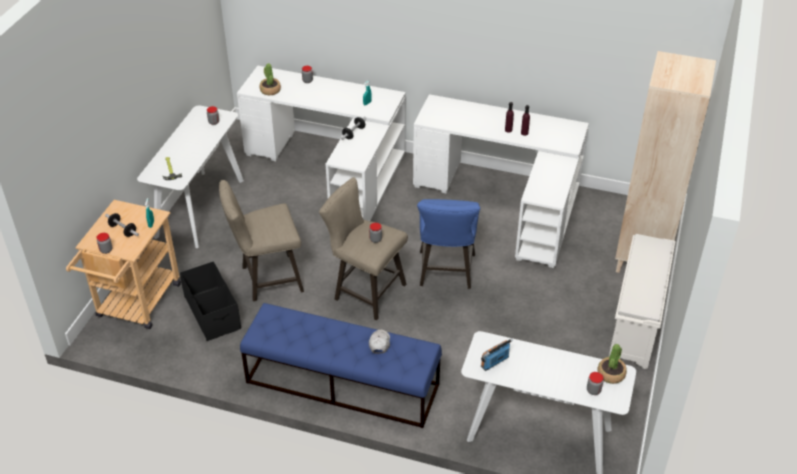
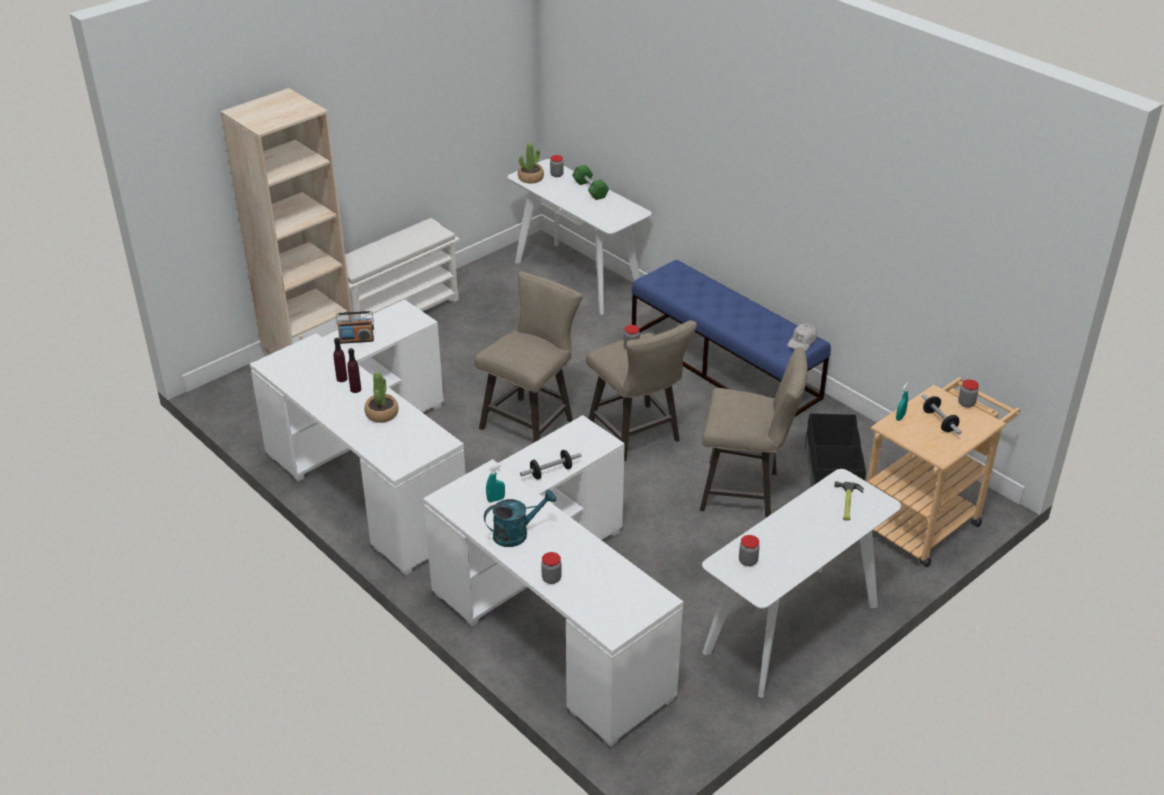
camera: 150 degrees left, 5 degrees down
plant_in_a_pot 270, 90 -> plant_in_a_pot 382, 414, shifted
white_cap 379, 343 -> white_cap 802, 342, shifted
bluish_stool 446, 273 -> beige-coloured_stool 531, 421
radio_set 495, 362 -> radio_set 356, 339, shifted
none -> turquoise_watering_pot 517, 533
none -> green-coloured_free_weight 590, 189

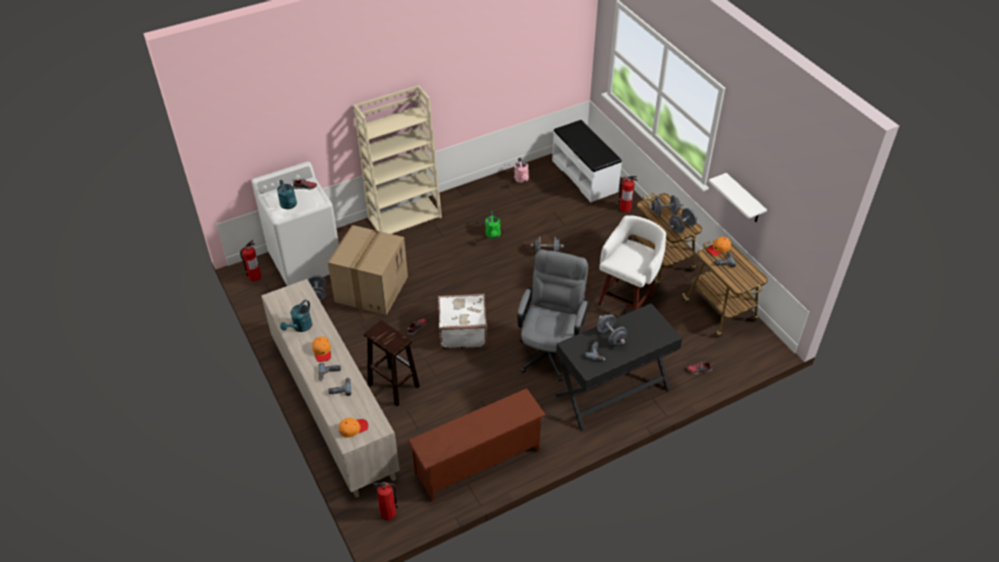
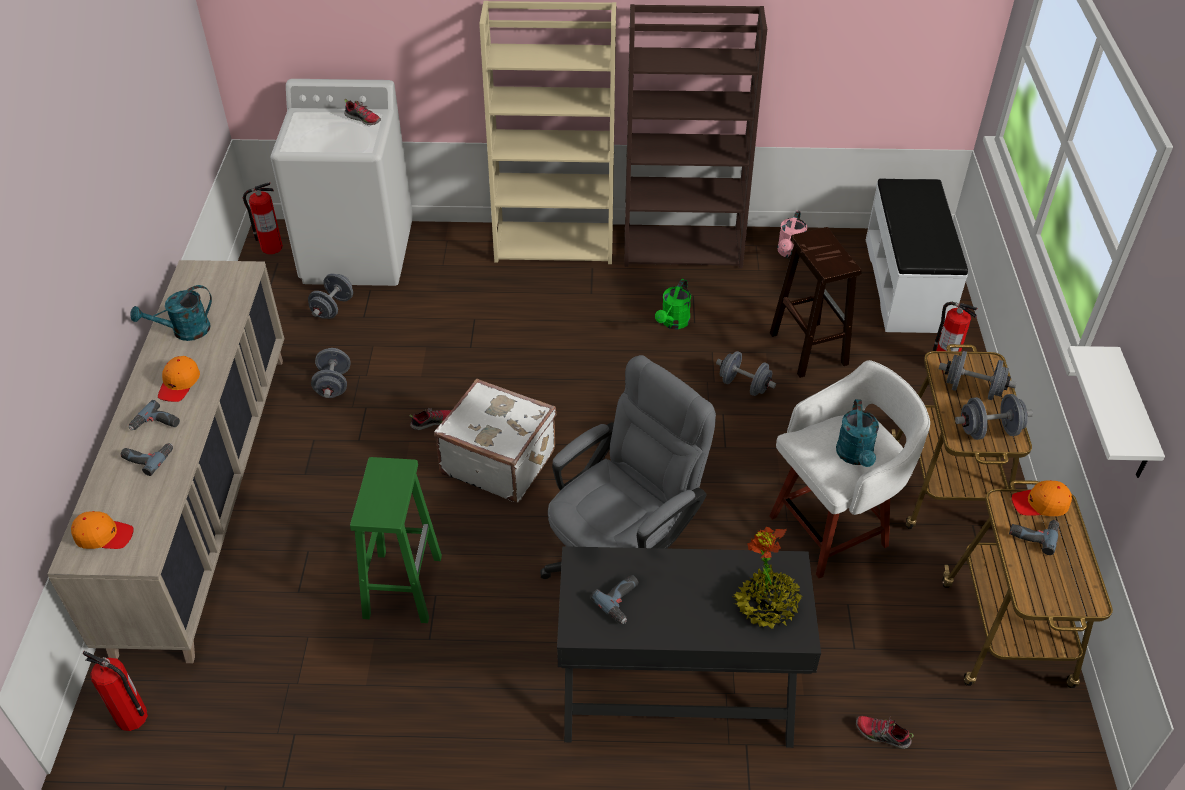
camera: 30 degrees right, 0 degrees up
turquoise_watering_pot 289, 205 -> turquoise_watering_pot 855, 456, shifted
carton 371, 288 -> none
brown_stool 393, 385 -> brown_stool 807, 348, shifted
brown_shoe_shelf 478, 463 -> none
greyish_free_weight 610, 336 -> greyish_free_weight 333, 384, shifted
none -> green-coloured_stool 403, 585
none -> brown_shelving_unit 683, 247
none -> plant_in_a_pot 766, 605

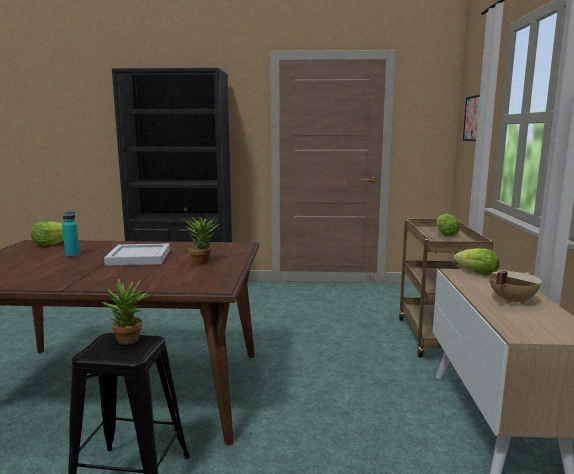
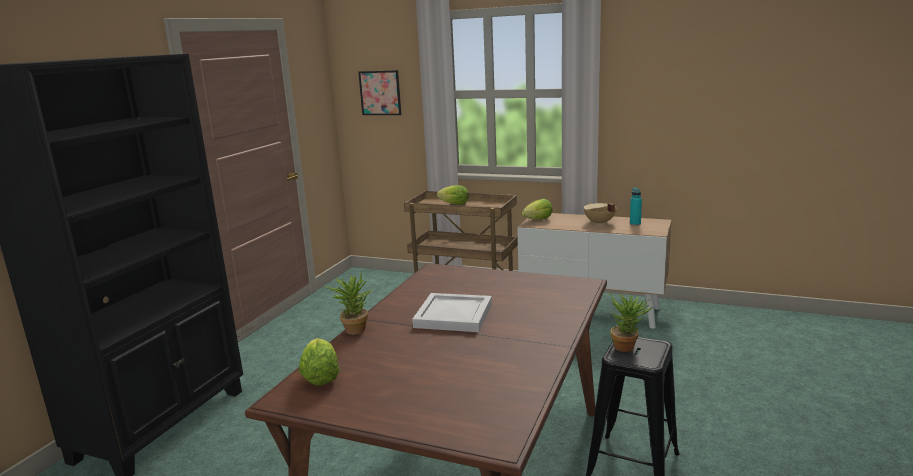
camera: 70 degrees left, 5 degrees up
turquoise_drink_bottle 72, 255 -> turquoise_drink_bottle 635, 224, shifted
plant_in_a_pot 202, 261 -> plant_in_a_pot 353, 329, shifted

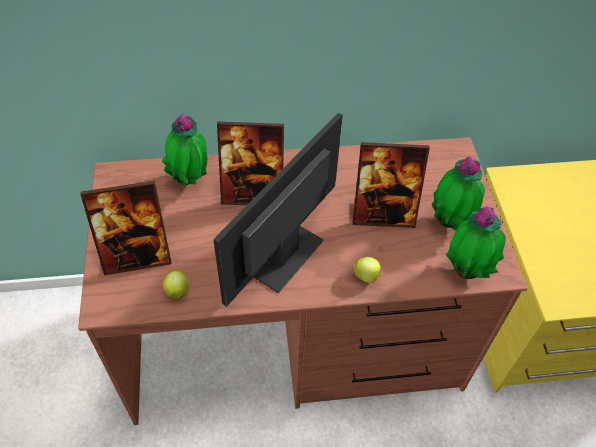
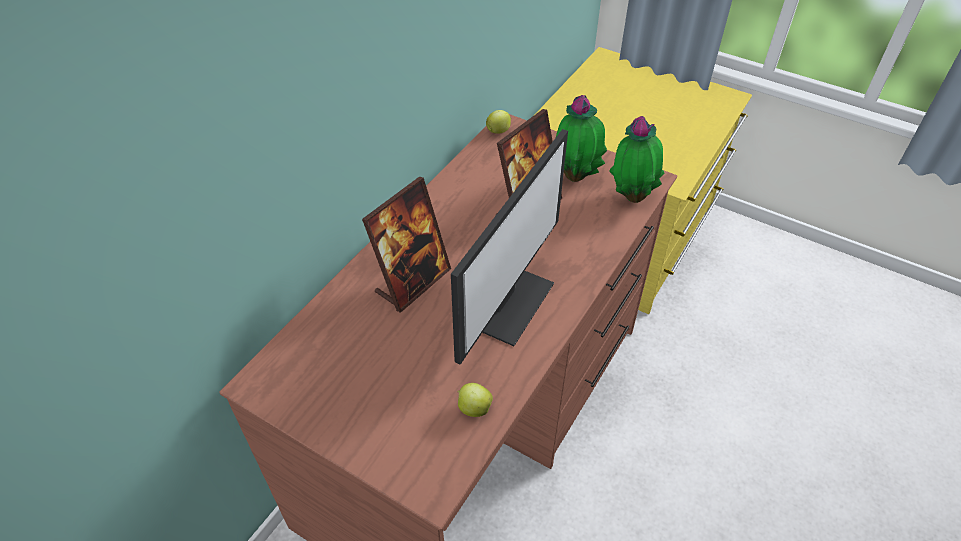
camera: 50 degrees left, 5 degrees down
picture_frame 137, 257 -> none
plant_in_a_pot 190, 180 -> none
monitor 283, 256 -> monitor 508, 302, 135 degrees counterclockwise
apple 367, 276 -> apple 499, 131, shifted

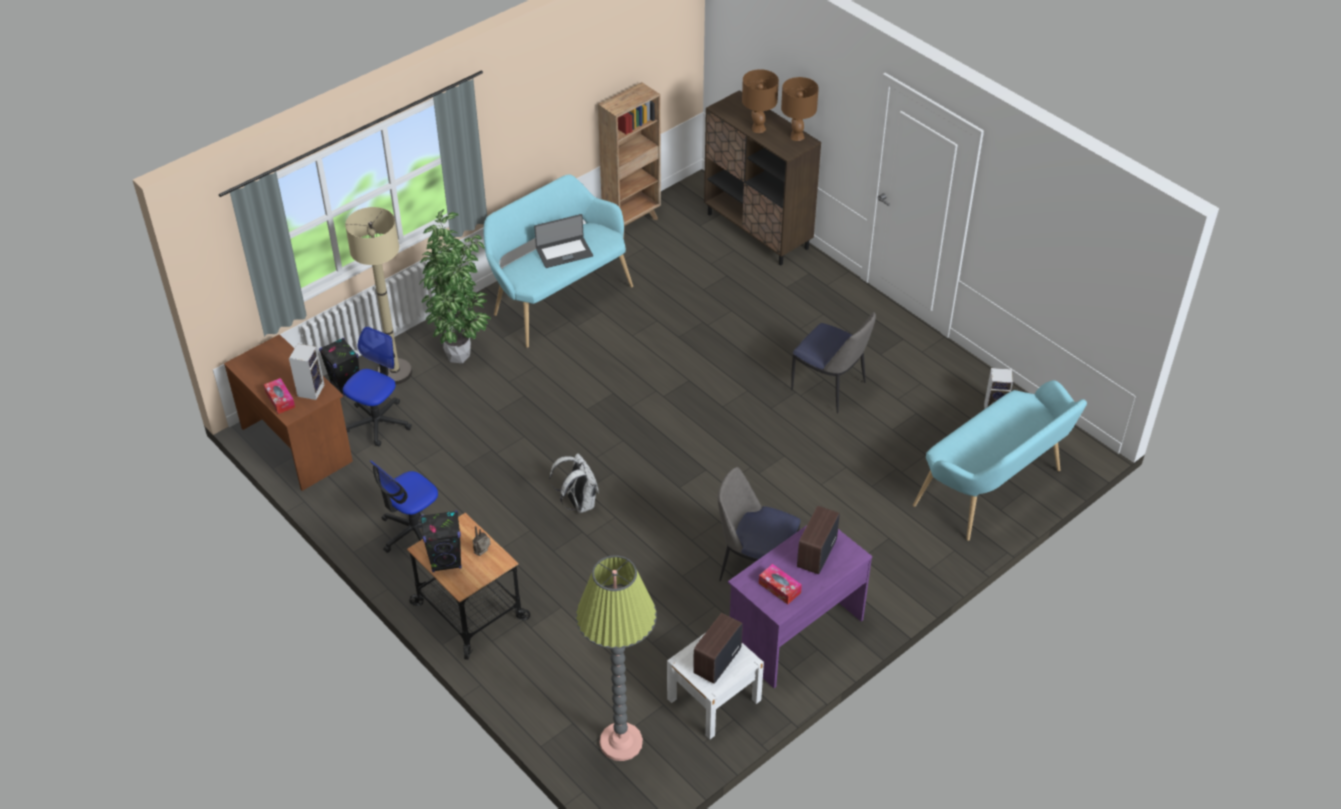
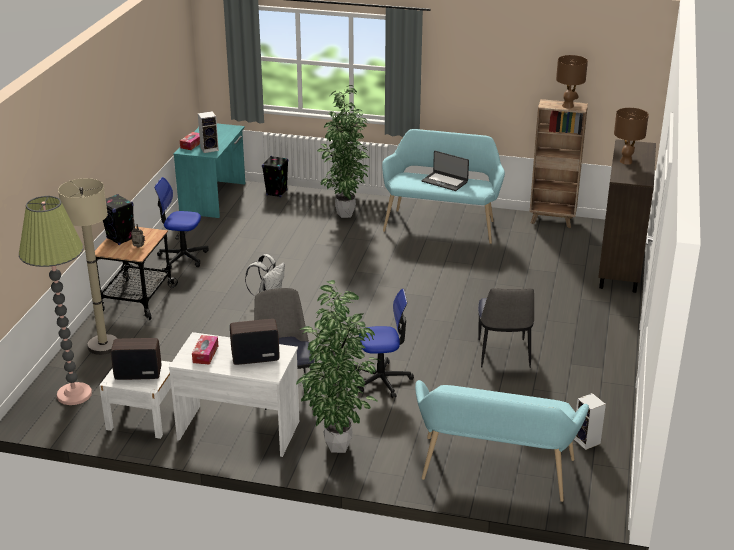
camera: 55 degrees right, 15 degrees down
brown_desk_unit 297, 443 -> turquoise_desk_unit 214, 198
computer_chair 378, 422 -> computer_chair 382, 380, shifted
beige-coloured_floor_lamp 395, 372 -> beige-coloured_floor_lamp 103, 345, shifted
purplish_desk_unit 794, 632 -> white_desk_unit 239, 429
brown_lamp_for_a_table 797, 136 -> brown_lamp_for_a_table 568, 106, shifted
none -> plant_in_a_pot 339, 444

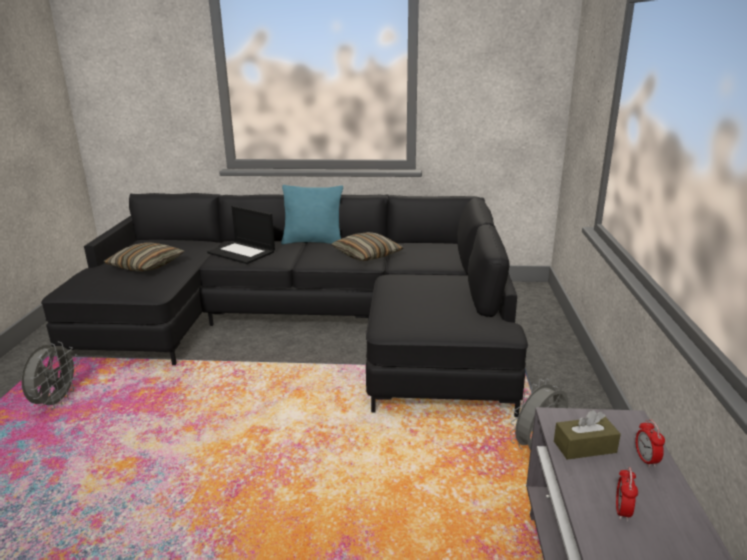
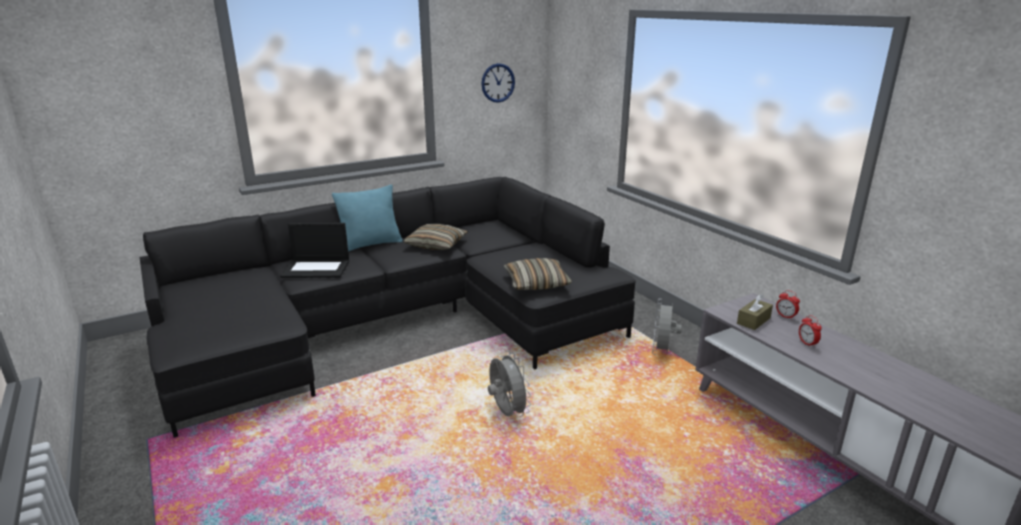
camera: 35 degrees left, 0 degrees up
greyish_fan 56, 402 -> greyish_fan 506, 412, shifted
pillow 146, 265 -> pillow 536, 283, shifted
none -> hanging_clock 498, 83

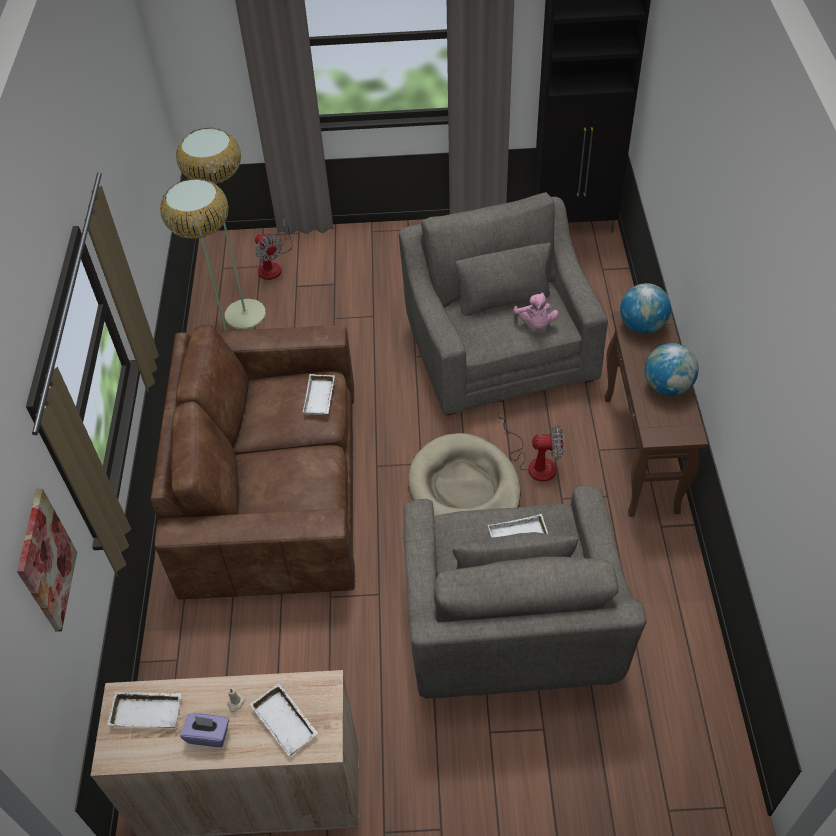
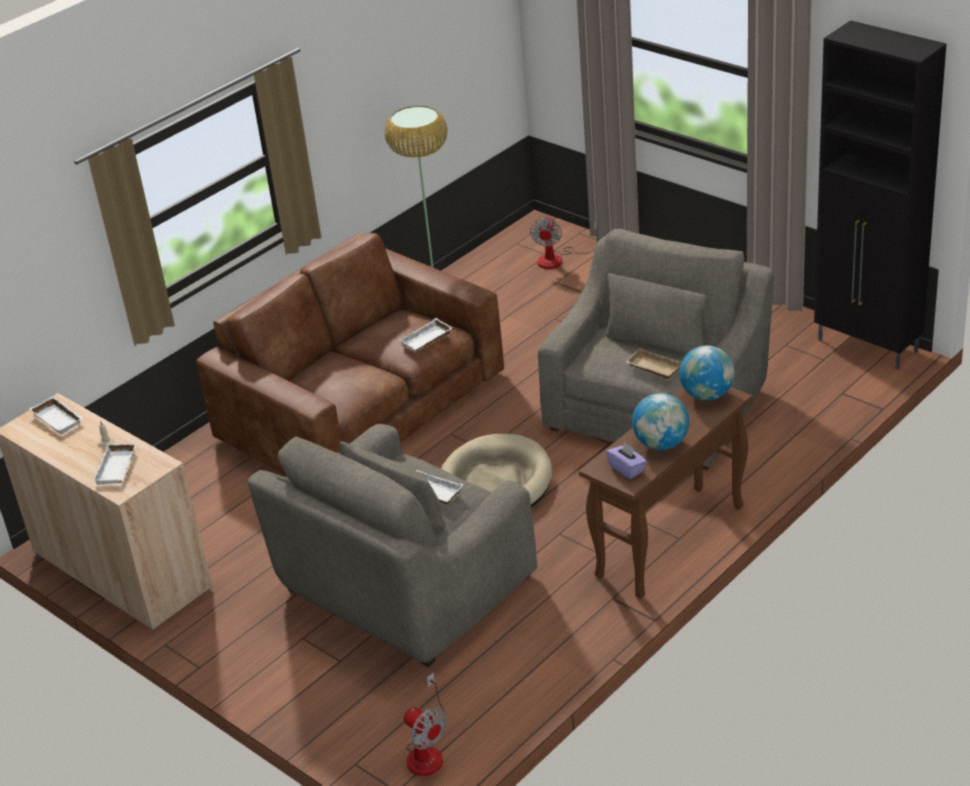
camera: 45 degrees right, 15 degrees down
picture 46, 561 -> none
floor_lamp 245, 314 -> none
purplish_tissue_holder 208, 735 -> purplish_tissue_holder 627, 469, shifted
fan 534, 463 -> fan 427, 751, shifted
pink-coloured_soft_toy 535, 323 -> beige-coloured_tray 653, 368

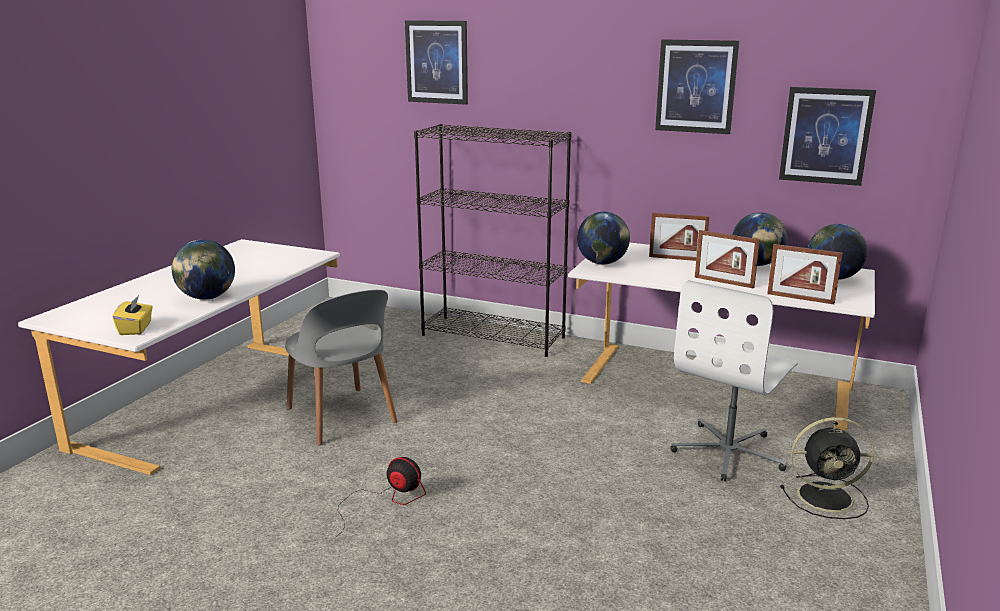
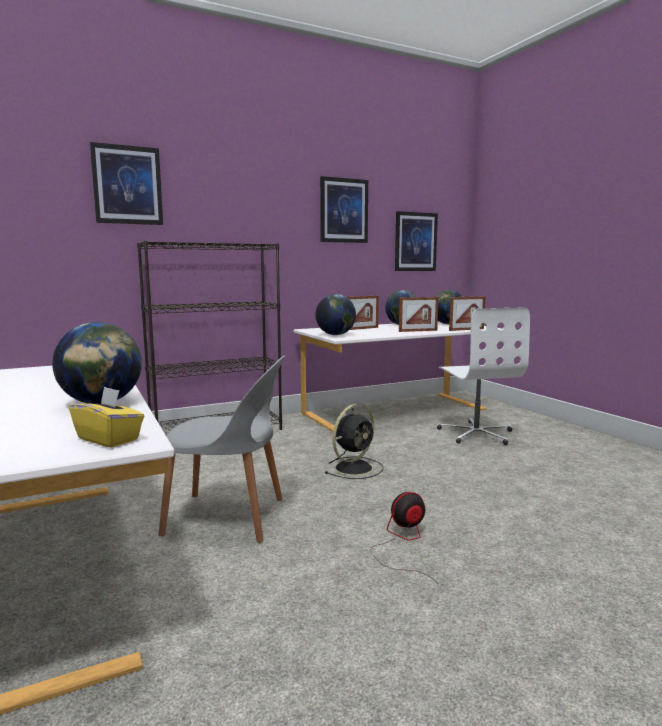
camera: 50 degrees left, 10 degrees down
black_fan 827, 497 -> black_fan 355, 467, shifted

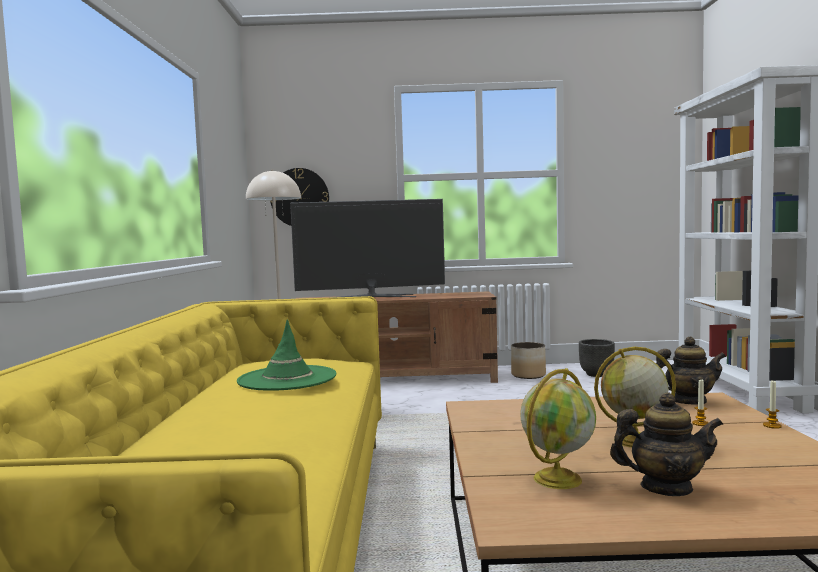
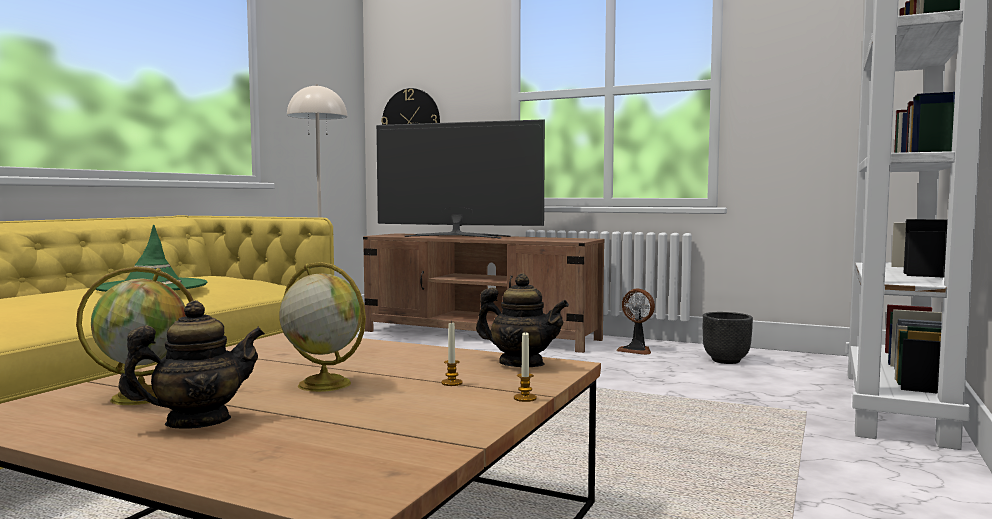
camera: 25 degrees right, 0 degrees up
flower_pot 528, 375 -> fan 636, 350
teapot 665, 488 -> teapot 197, 422, 60 degrees counterclockwise

